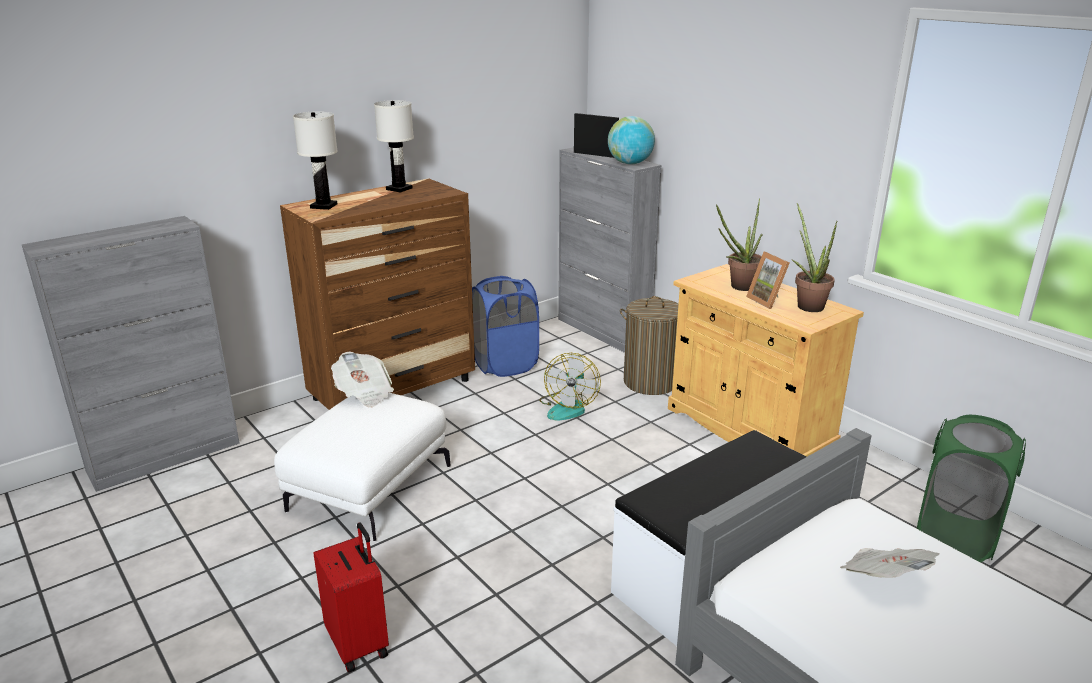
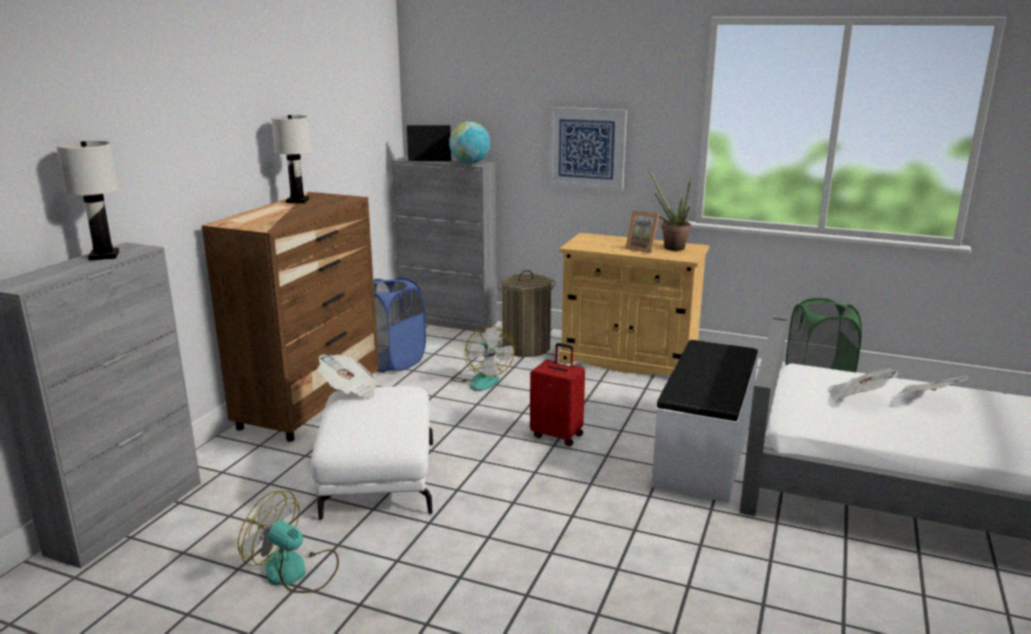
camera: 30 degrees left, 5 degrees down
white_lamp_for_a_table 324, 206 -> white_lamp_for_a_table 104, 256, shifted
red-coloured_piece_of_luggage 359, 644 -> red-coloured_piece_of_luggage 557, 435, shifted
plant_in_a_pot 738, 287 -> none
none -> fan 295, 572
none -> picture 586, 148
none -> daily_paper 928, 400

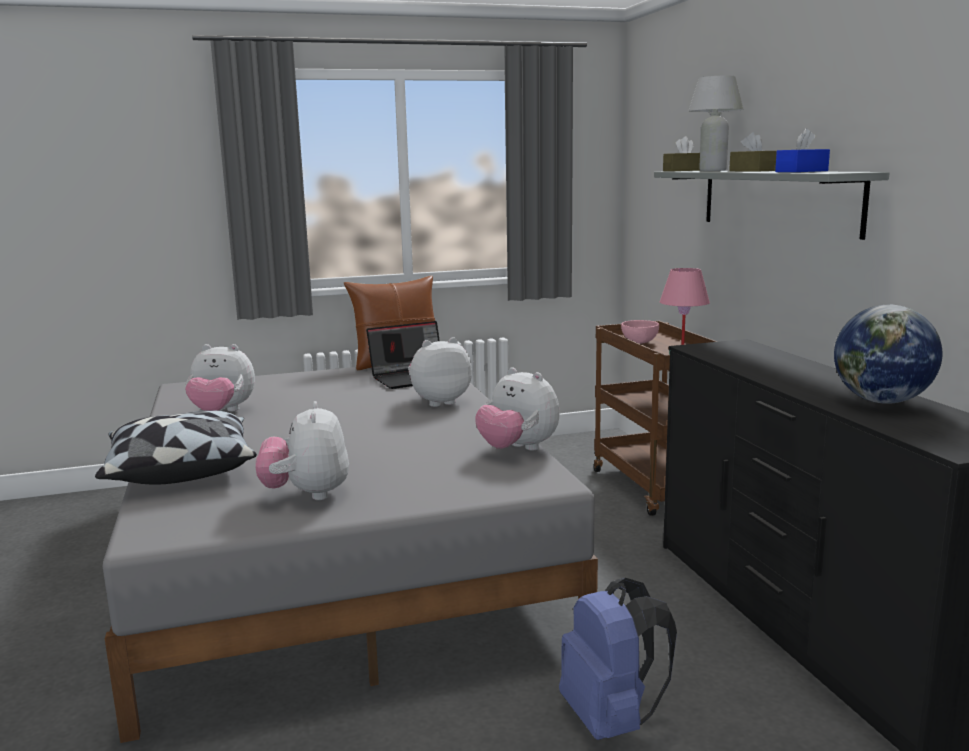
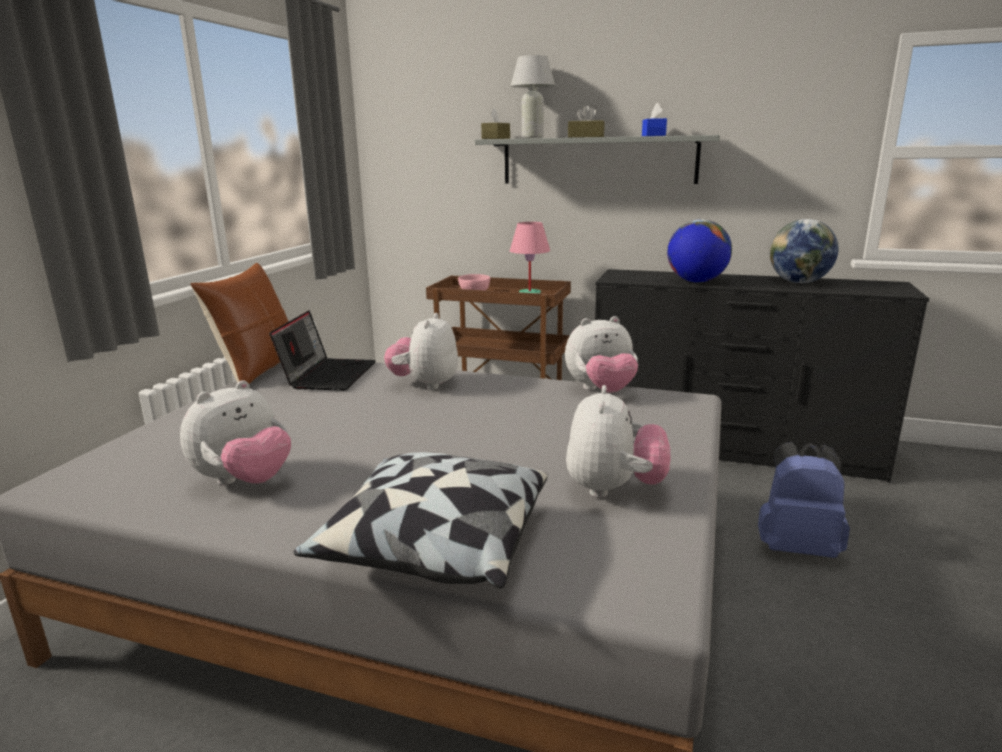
camera: 55 degrees left, 5 degrees up
soft_toy 307, 494 -> soft_toy 614, 489, 105 degrees counterclockwise
none -> desk_globe 696, 281

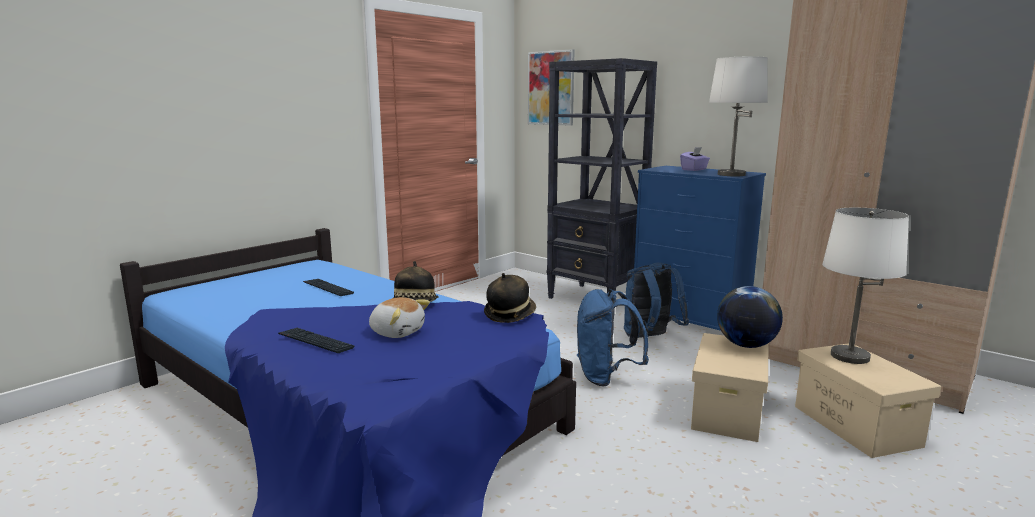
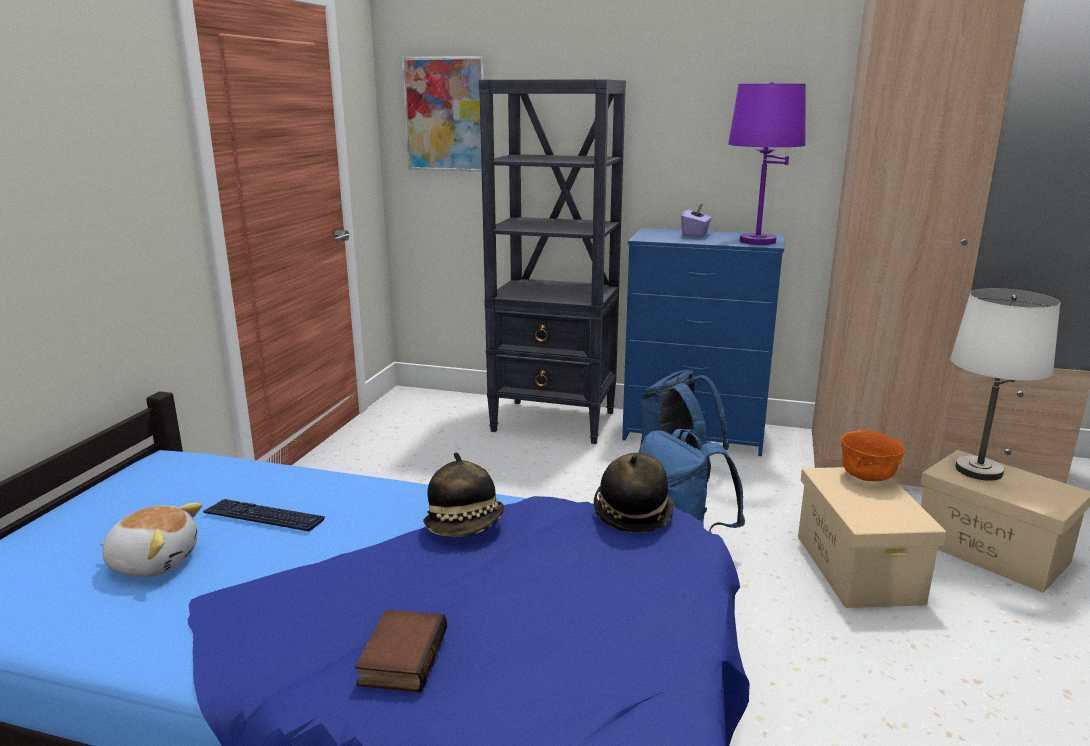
camera: 25 degrees left, 5 degrees up
PC_keyboard 315, 341 -> book 401, 657
soft_toy 397, 332 -> soft_toy 154, 561, shifted
white_lamp_for_a_table 731, 174 -> purplish_lamp_for_a_table 757, 241
desk_globe 746, 345 -> orange-coloured_deep_dish 867, 478

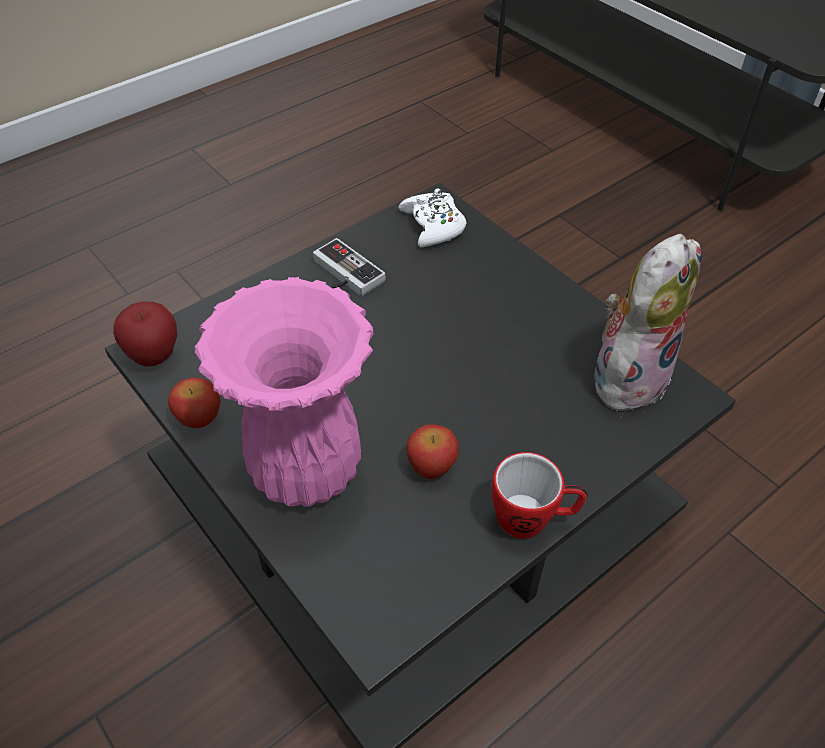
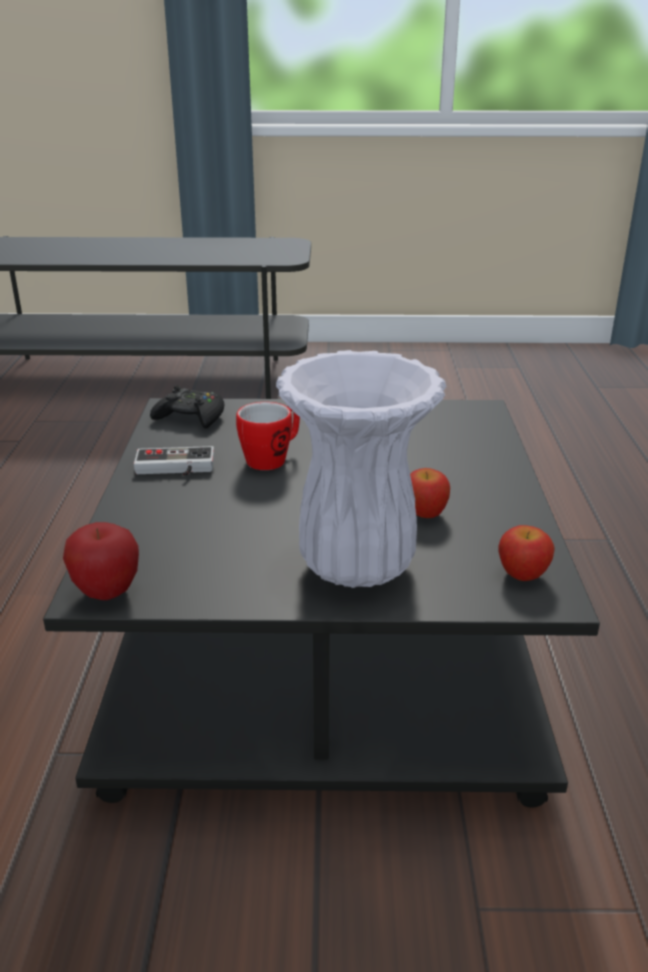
camera: 50 degrees left, 20 degrees down
apple 199, 418 -> apple 522, 574, shifted
pink-coloured_vase 306, 467 -> white_vase 355, 564
white_joypad 433, 225 -> black_joypad 190, 417
coffee_mug 533, 519 -> coffee_mug 272, 459, shifted
soft_toy 628, 375 -> none

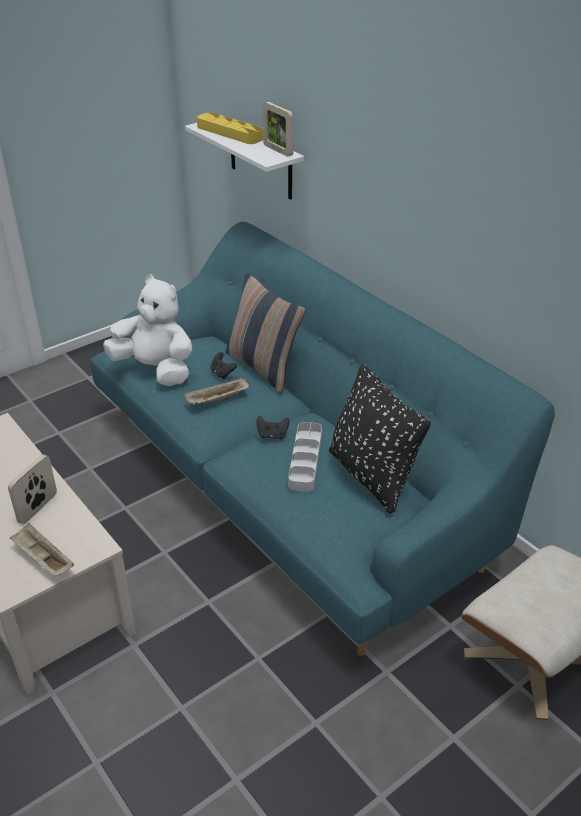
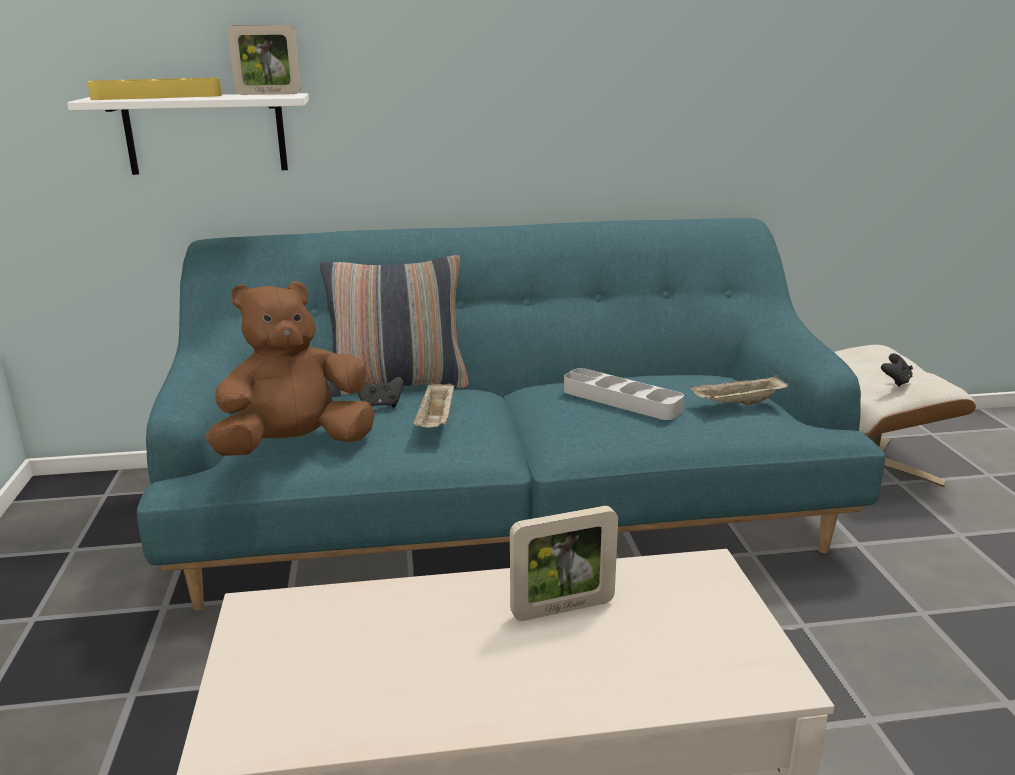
camera: 60 degrees left, 15 degrees down
picture_frame 38, 508 -> picture_frame 563, 608, 75 degrees counterclockwise
beige-coloured_tray 43, 559 -> beige-coloured_tray 738, 404, shifted
white_soft_toy 155, 369 -> brown_soft_toy 296, 446
black_joypad 272, 435 -> black_joypad 895, 381, shifted
black_pillow 371, 476 -> none

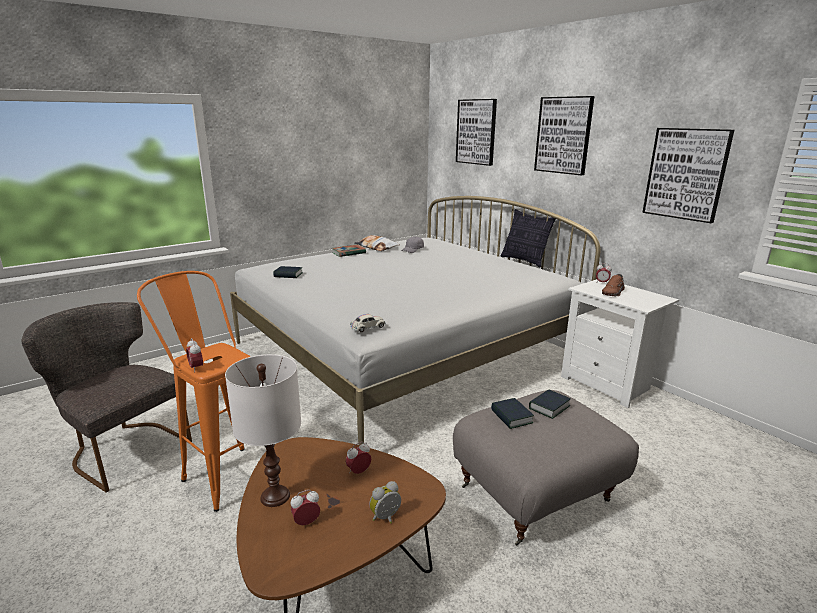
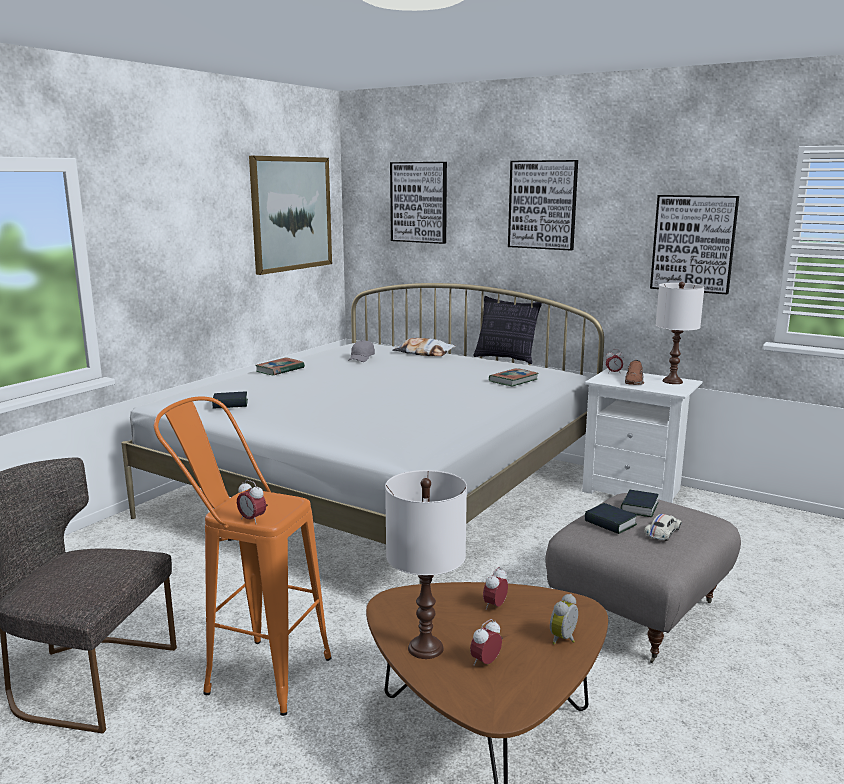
camera: 20 degrees left, 5 degrees down
white_toy_car 368, 327 -> white_toy_car 663, 532, shifted
pillow 376, 247 -> pillow 424, 353, shifted
none -> picture 291, 213
none -> book 513, 380
none -> white_lamp_for_a_table 673, 381

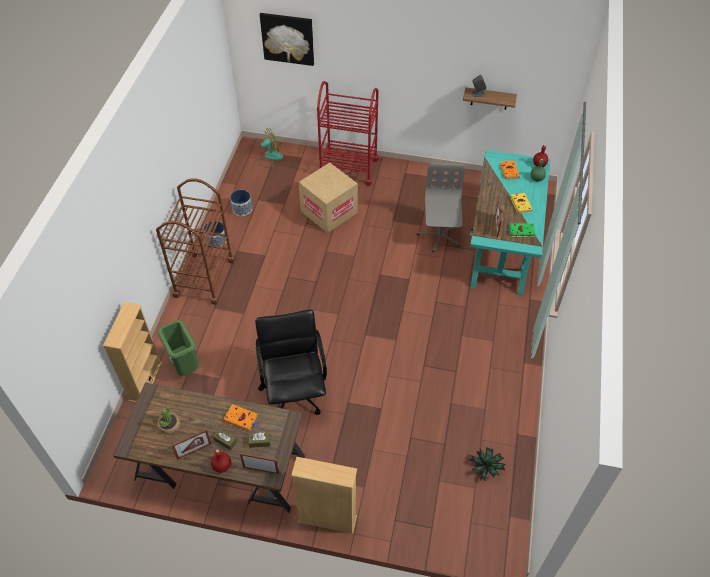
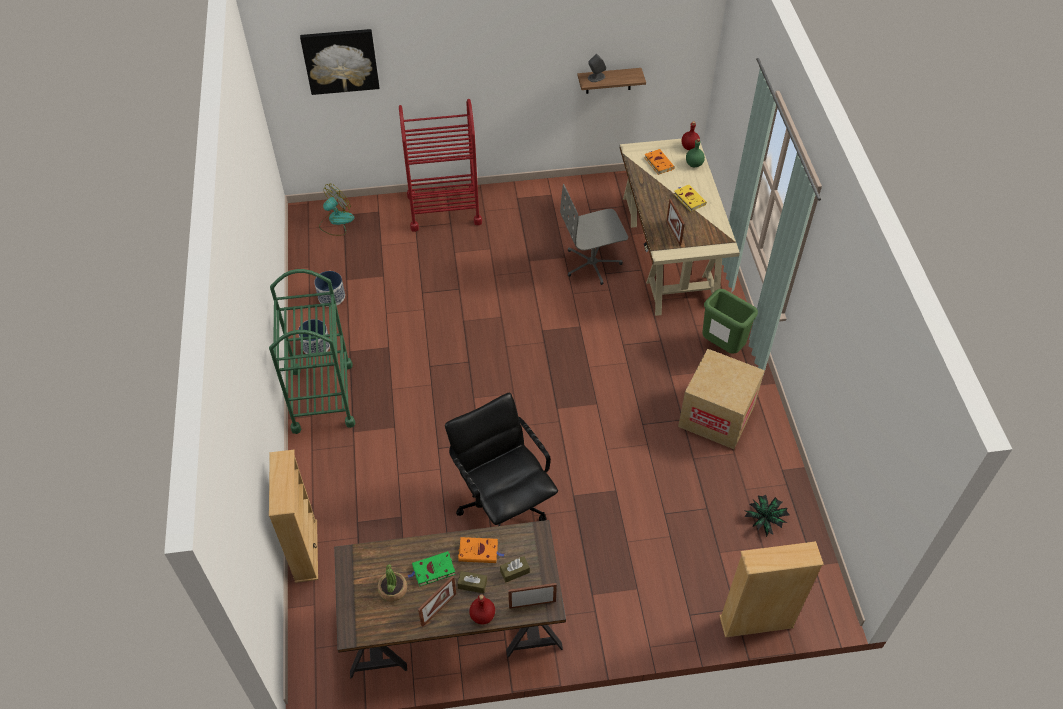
camera: 20 degrees left, 0 degrees up
brown_trolley 204, 277 -> green-coloured_trolley 322, 397
green-coloured_trash_can 184, 366 -> green-coloured_trash_can 721, 346, shifted
beige-coloured_shelving_unit 327, 519 -> beige-coloured_shelving_unit 756, 622, shifted
carton 329, 211 -> carton 716, 416, shifted
greyish_computer_chair 439, 236 -> greyish_computer_chair 592, 264, 90 degrees counterclockwise
turquoise_desk_unit 503, 242 -> beige-coloured_desk_unit 669, 251
green-coloured_book 520, 231 -> green-coloured_book 432, 570, shifted

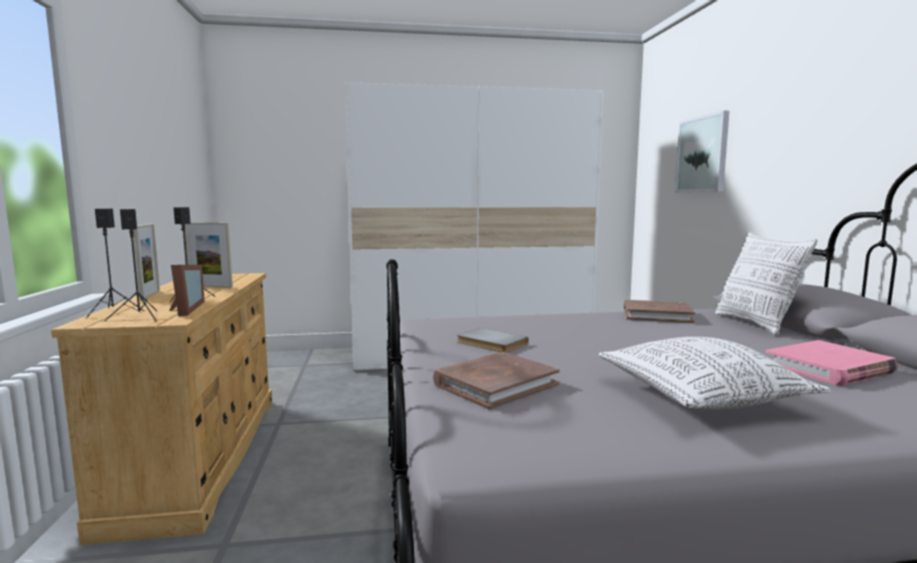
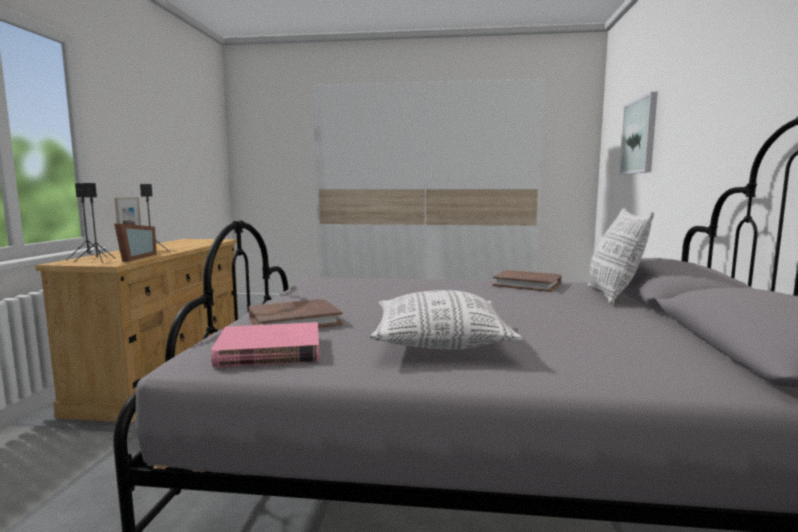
camera: 15 degrees right, 0 degrees up
picture_frame 210, 287 -> none
greyish_book 490, 343 -> none
pink-coloured_book 829, 368 -> pink-coloured_book 269, 351, shifted

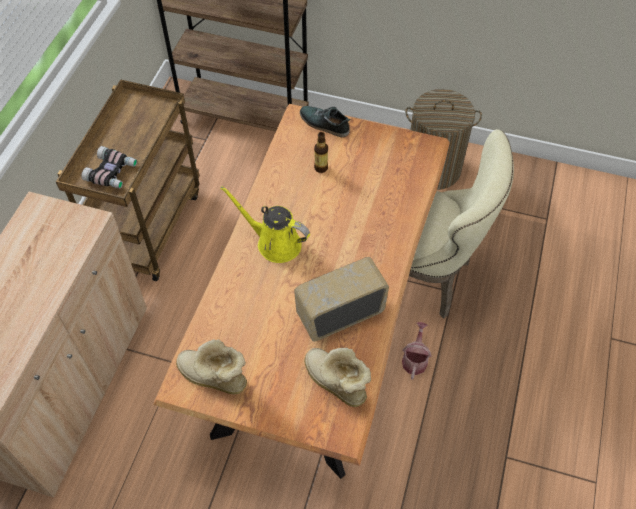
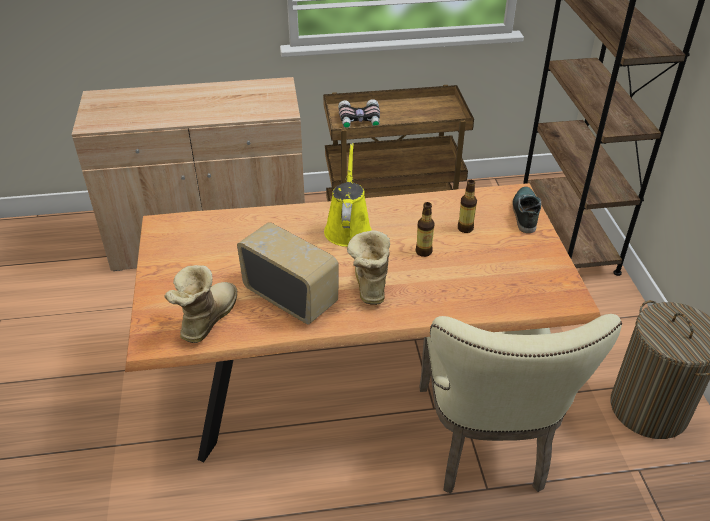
camera: 65 degrees right, 15 degrees down
boot 213, 378 -> boot 369, 283, shifted
watering_pot 415, 359 -> none
none -> drink_bottle 423, 251

